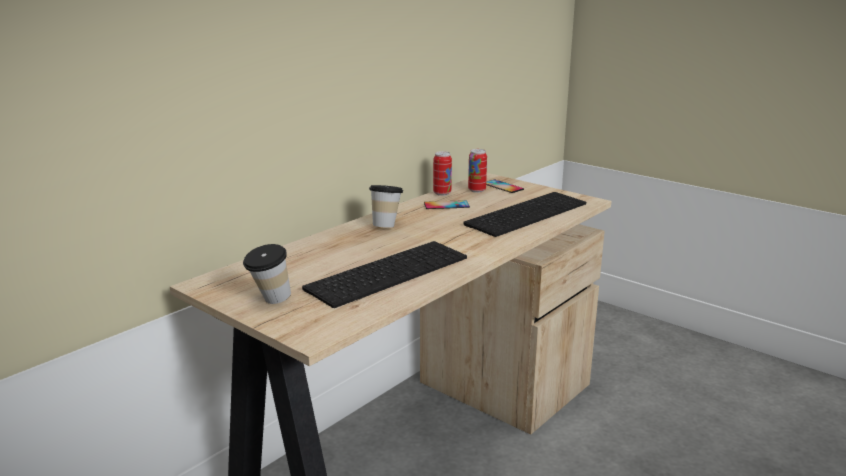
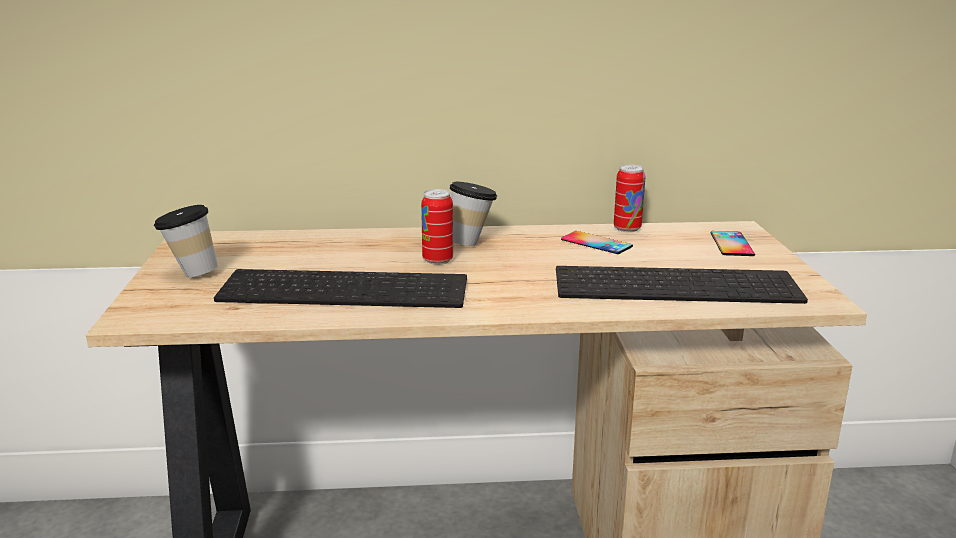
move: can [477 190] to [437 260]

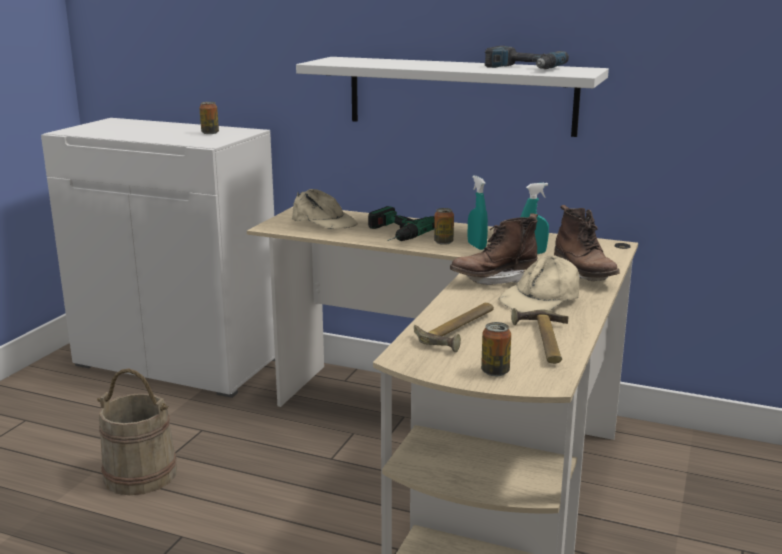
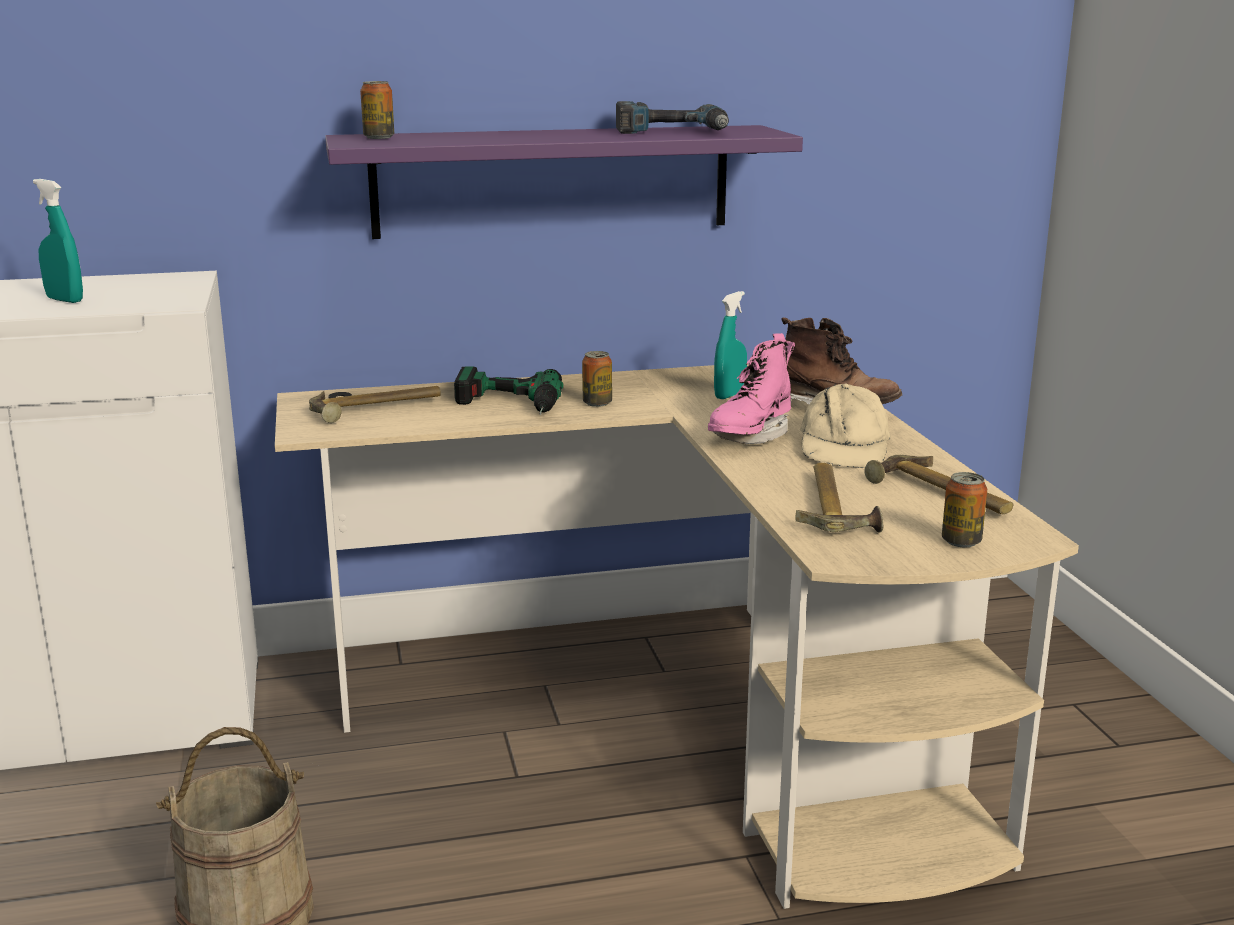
move: can [210 133] to [379 137]; turquoise spray bottle [476 246] to [64 300]
replace: beige cap [323 221] to hammer [377 408]
recolor: white shelf [460 95] to purple shelf [552 181]; brown boot [494 280] to pink boot [750 436]

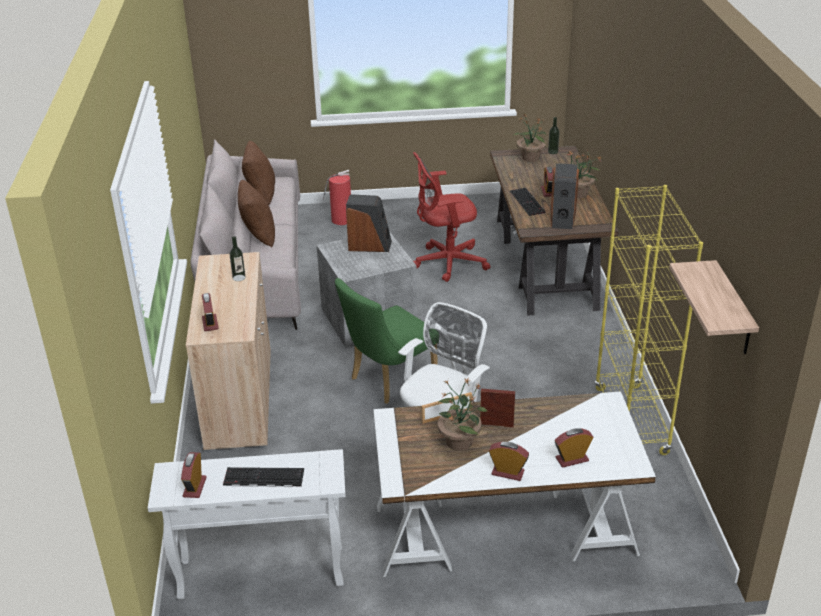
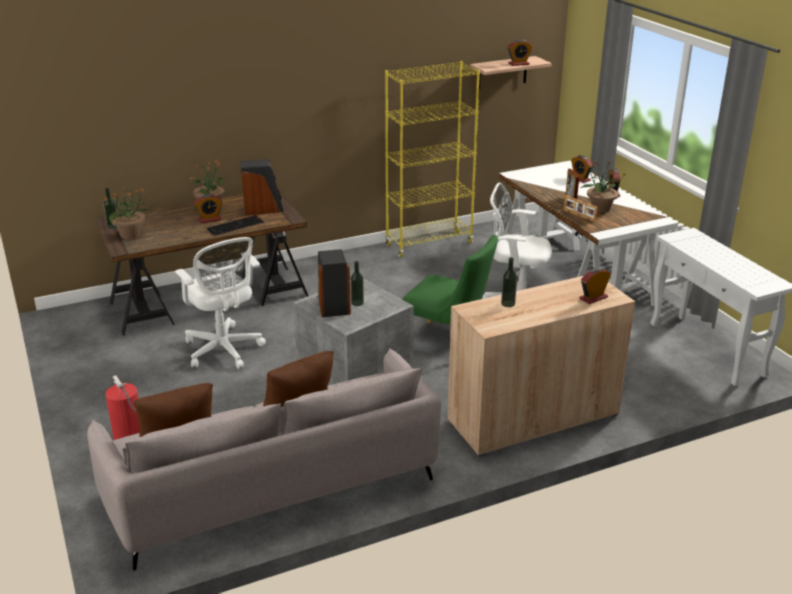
delete: keyboard [263 478]
insert: bottle [357 303]
move: alarm clock [194 487] to [519 64]
recolor: red office chair [446 262] to white office chair [224 351]

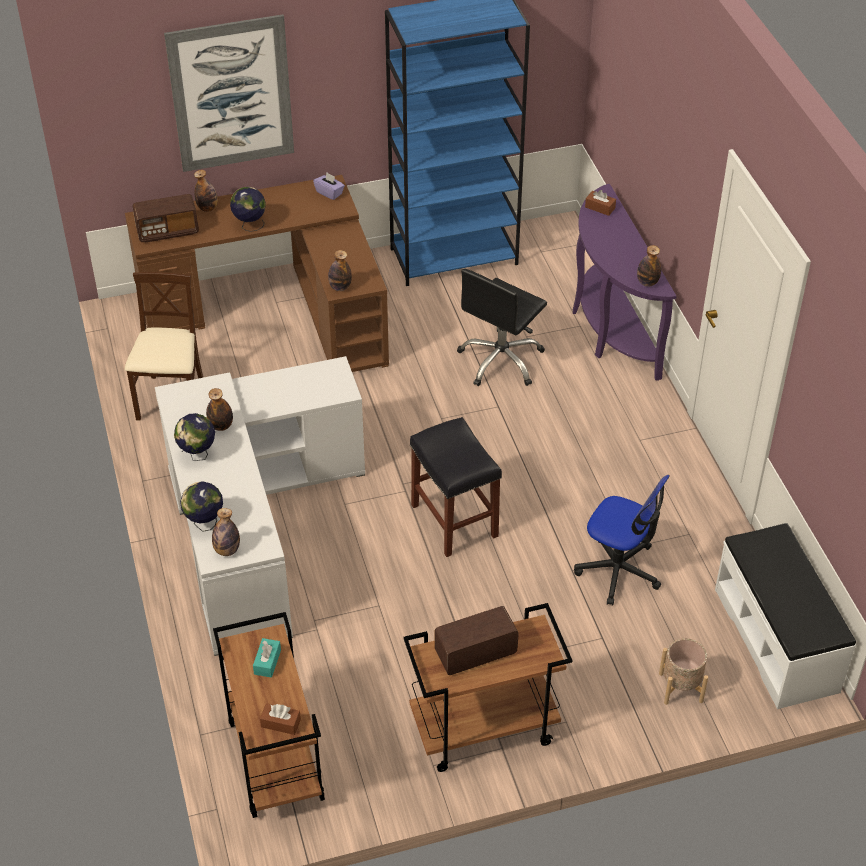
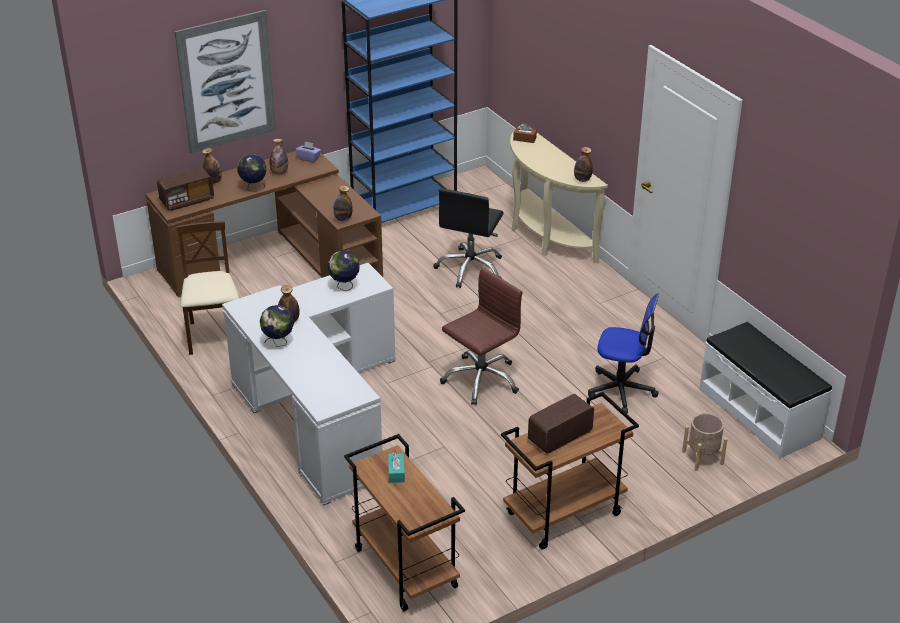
delete: brown tissue box [280 723]
move: globe [205 524] to [344 286]; bottle [227 550] to [279 172]
replace: black stool [455 521] to brown office chair [481 379]
recolor: purple console table [609 328] to beige console table [544 236]

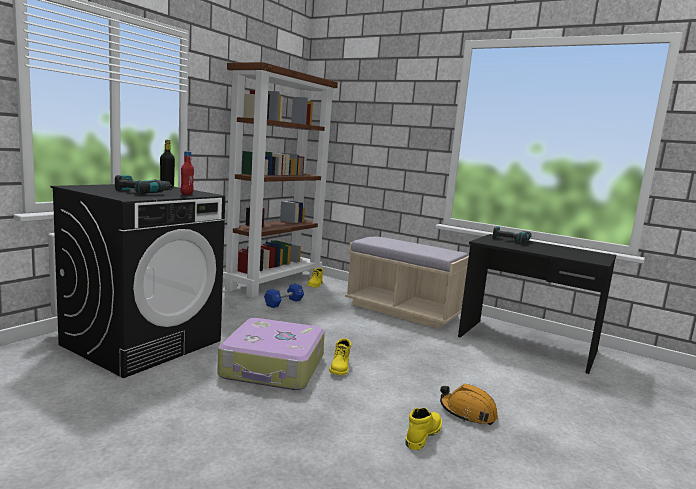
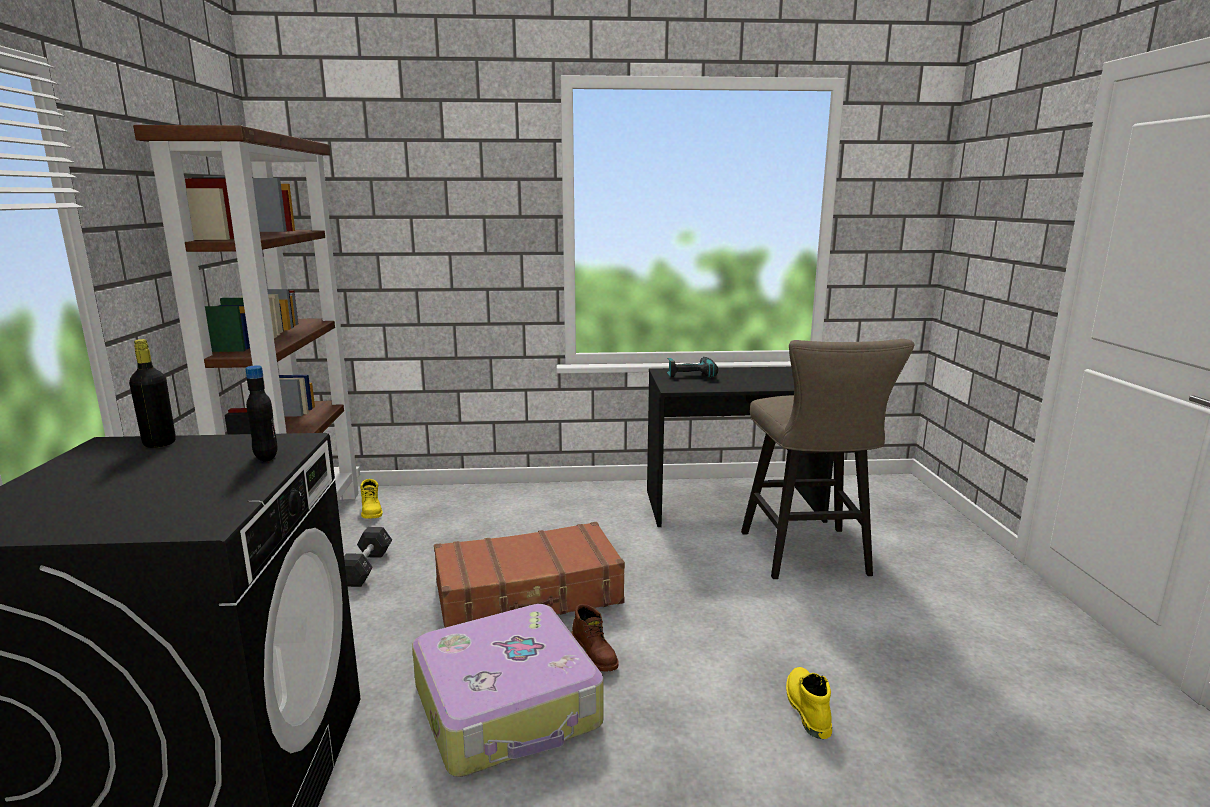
delete: power drill [142 192]; beige bench [403 310]; orange hard hat [467 413]
insert: brown suitcase [529 595]; beige stool [809 557]
recolor: red bottle [187 194] to black bottle [266 457]; blue dumbbell [284 302] to black dumbbell [365 568]; yellow boot [340 368] to brown boot [595 654]

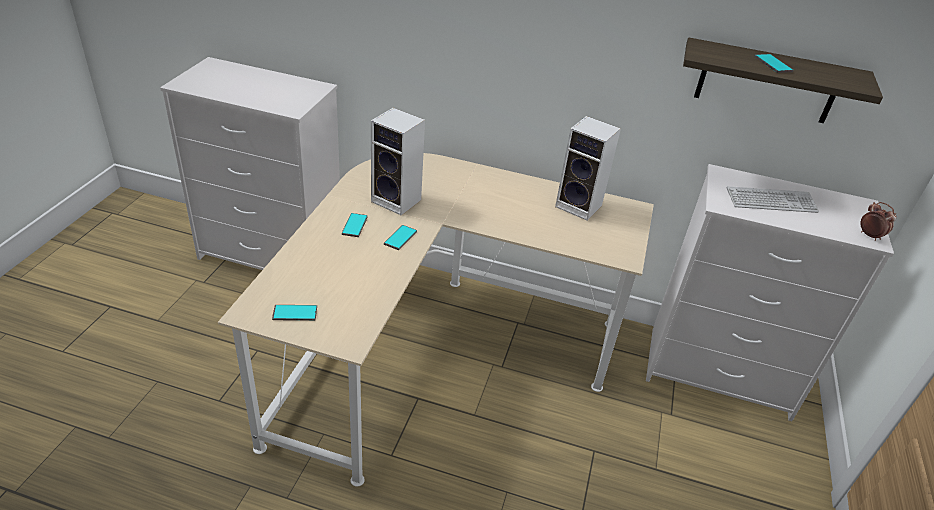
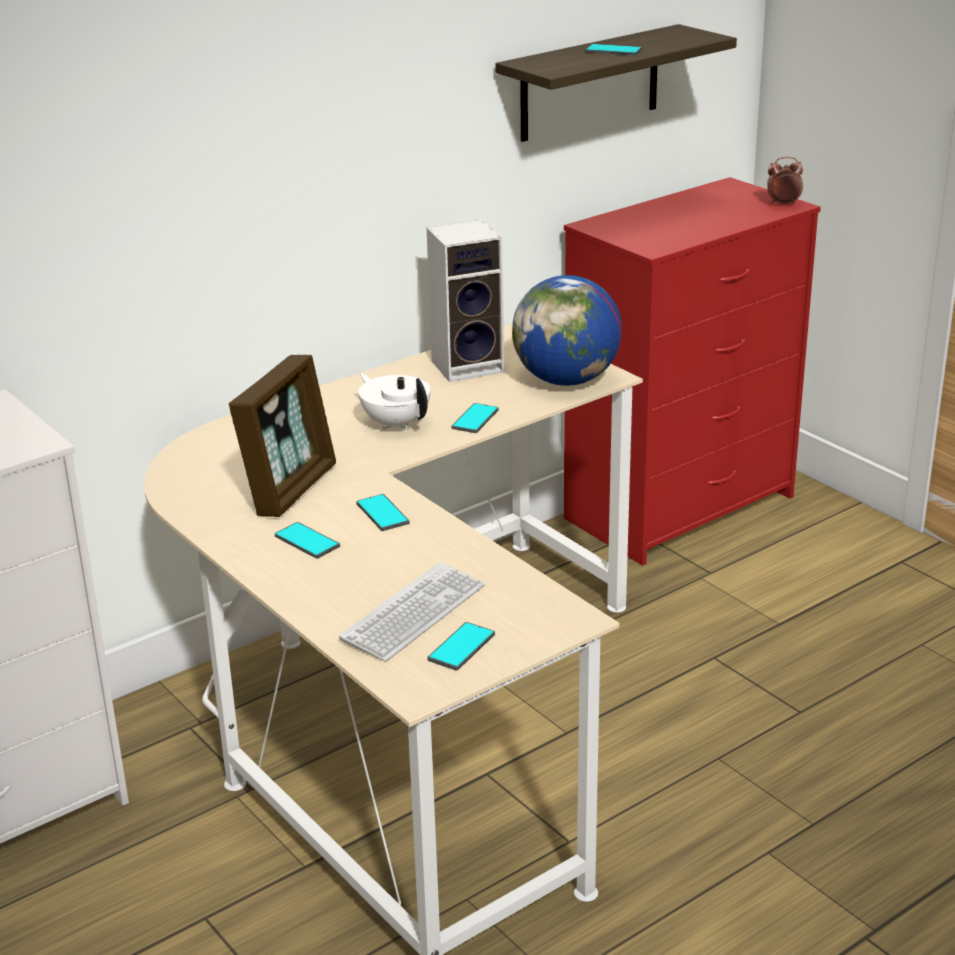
insert: white teapot [396 423]; phone [475 419]; globe [566 380]
move: keyboard [771 201] to [413 614]
replace: speaker [398 201] to picture frame [290 488]
recolor: white dresser [719 372] to red dresser [680 506]

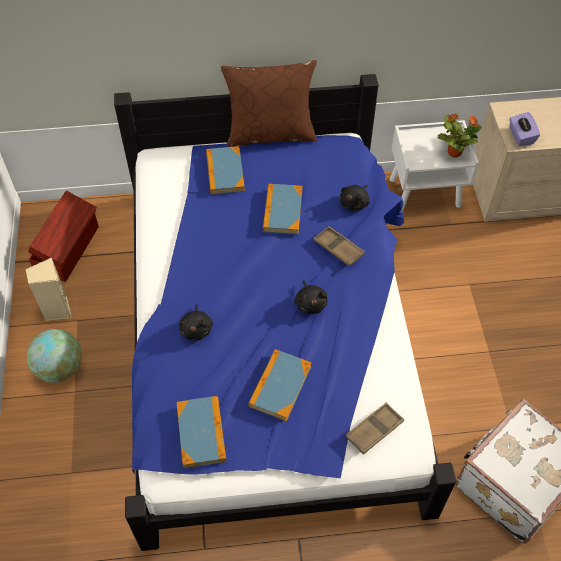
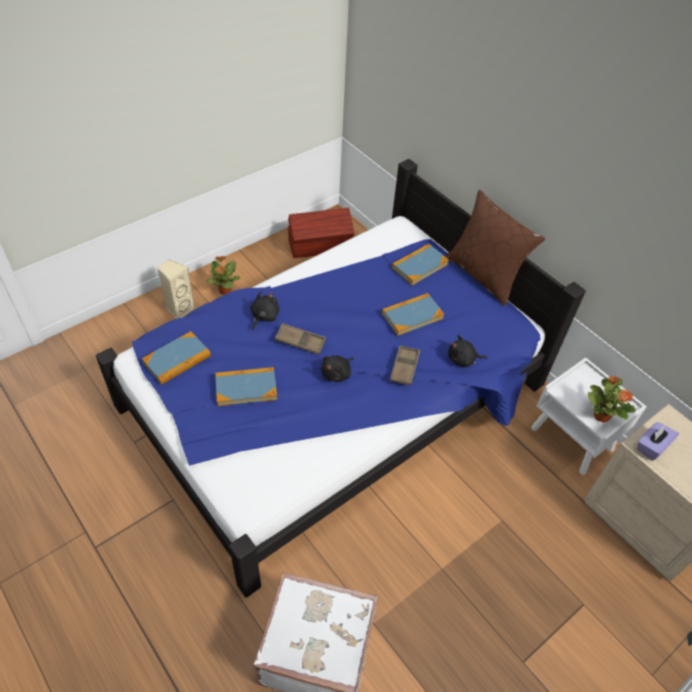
move: beige speaker [57 310] to [179 308]; brown tray [374 430] to [300 341]
replace: globe [60 368] to potted plant [225 291]
rotate: black plush toy [196 329] = [264 316] 150 degrees clockwise

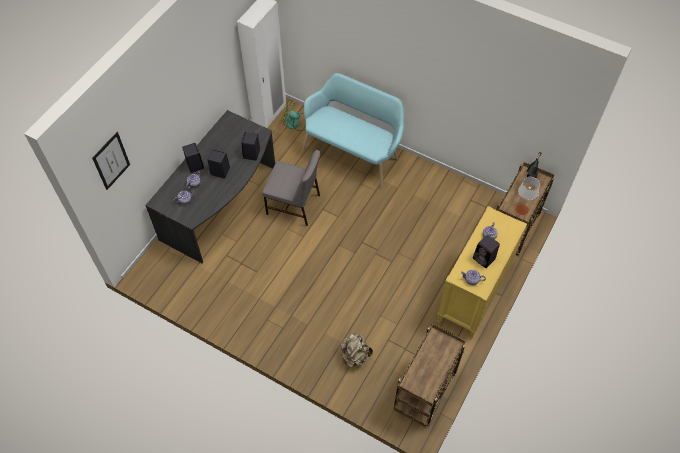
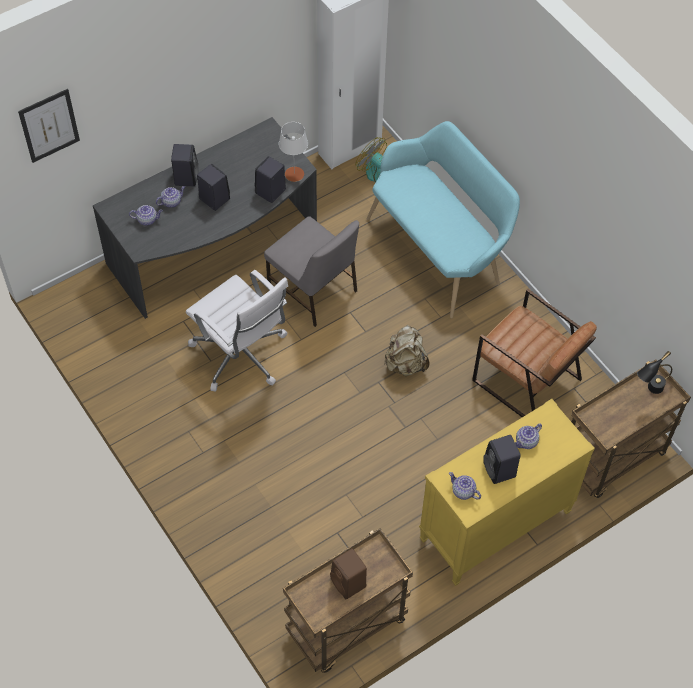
insert: white office chair [241 355]; brown speaker [349 583]; brown armchair [526 380]
move: beige backpack [354 356] to [405 364]; white table lamp [521 209] to [294 174]

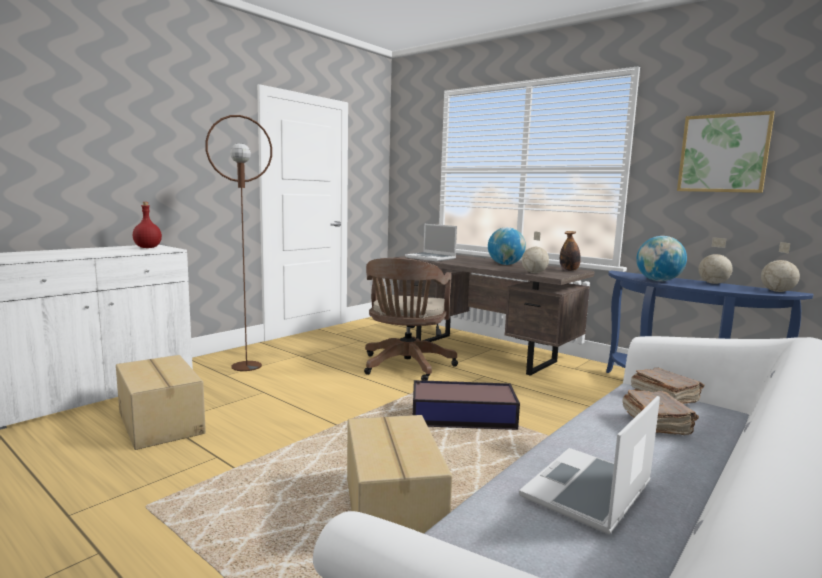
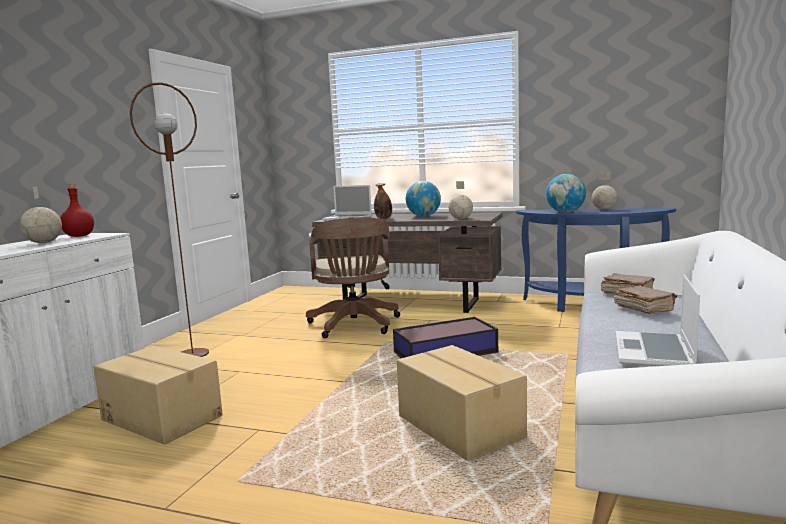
delete: picture [723 153]
move: bottle [569 270] to [383 218]; globe [777 291] to [44 243]

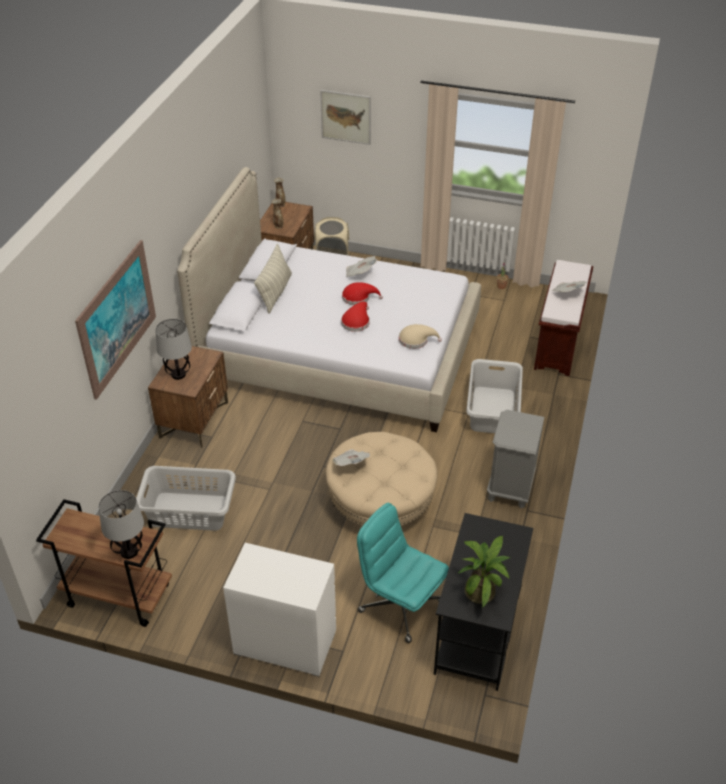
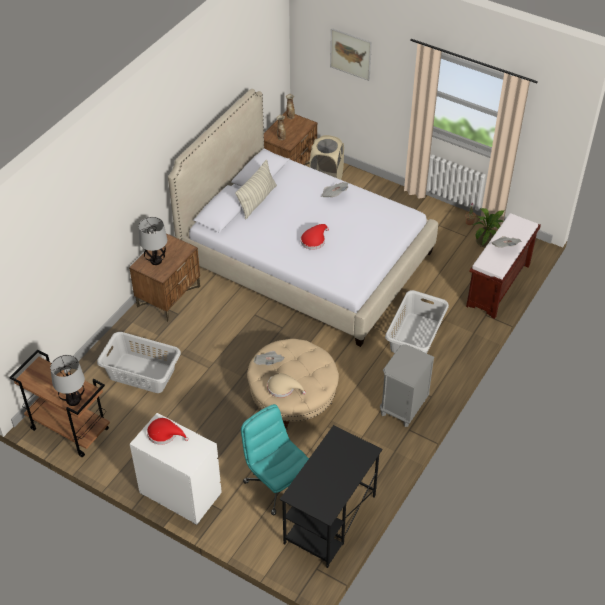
delete: picture [117 318]
move: red hat [358 297] to [164 434]; beige hat [416 340] to [283 388]; potted plant [482 590] to [486 241]

